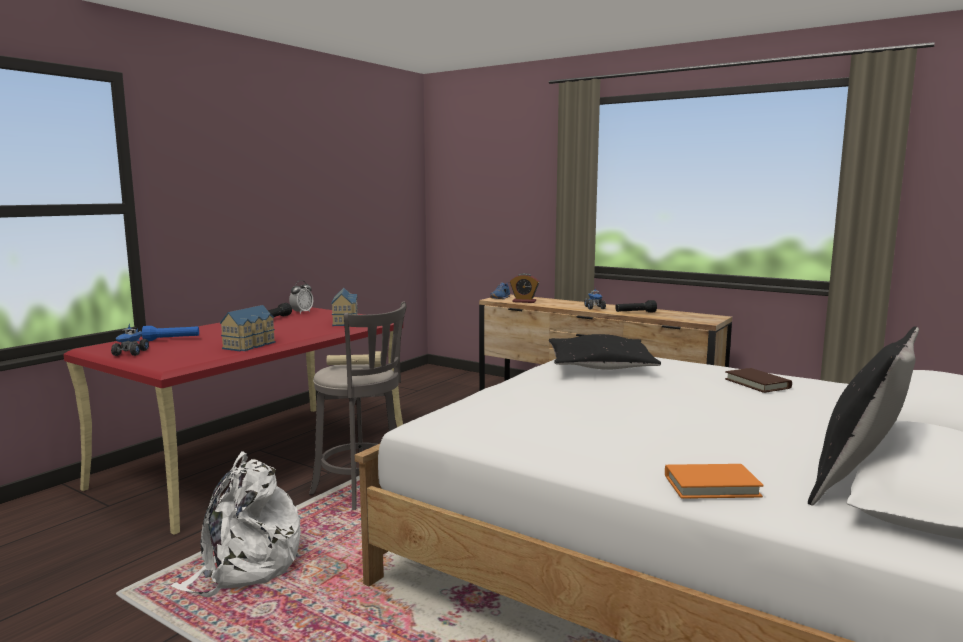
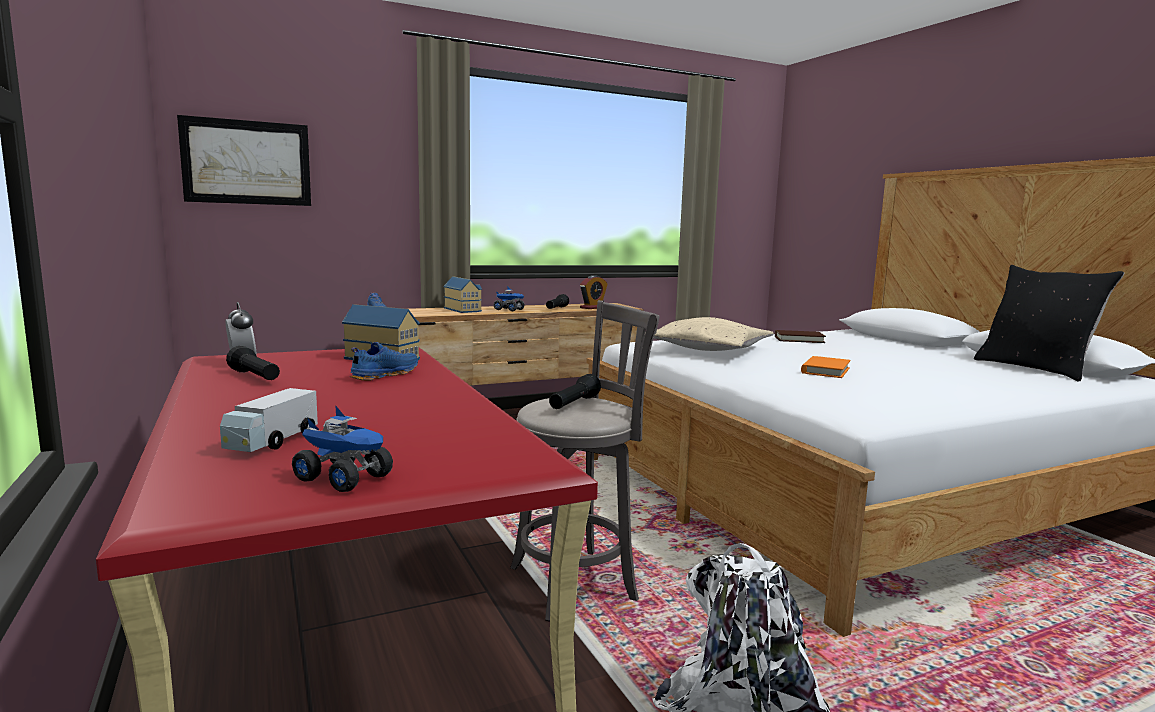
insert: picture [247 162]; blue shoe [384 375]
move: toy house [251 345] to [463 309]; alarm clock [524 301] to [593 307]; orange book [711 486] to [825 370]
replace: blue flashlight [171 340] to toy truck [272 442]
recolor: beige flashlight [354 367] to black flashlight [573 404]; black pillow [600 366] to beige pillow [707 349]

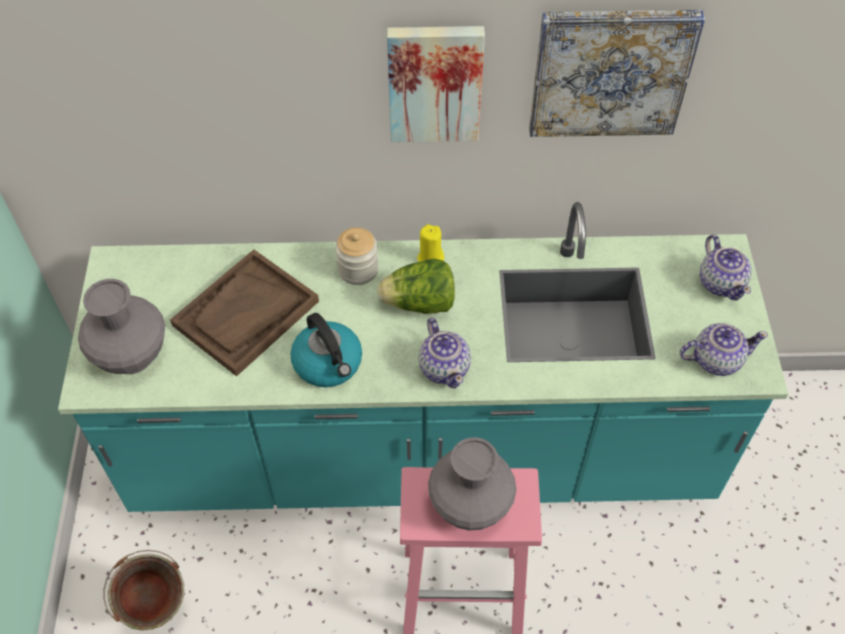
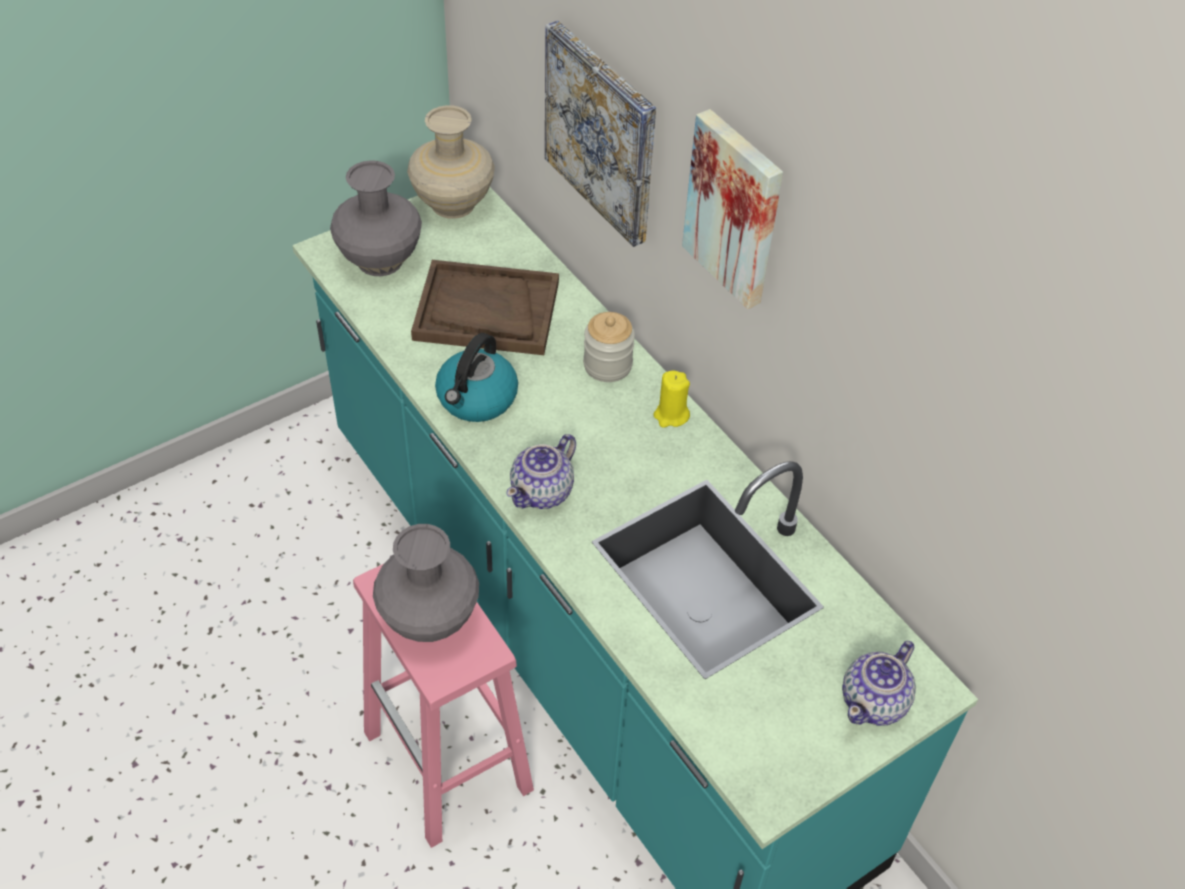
delete: green bucket [157 612]; lettuce [420 303]; teapot [715 359]
insert: beige vase [453 204]
move: picture [610 72] to [602 132]

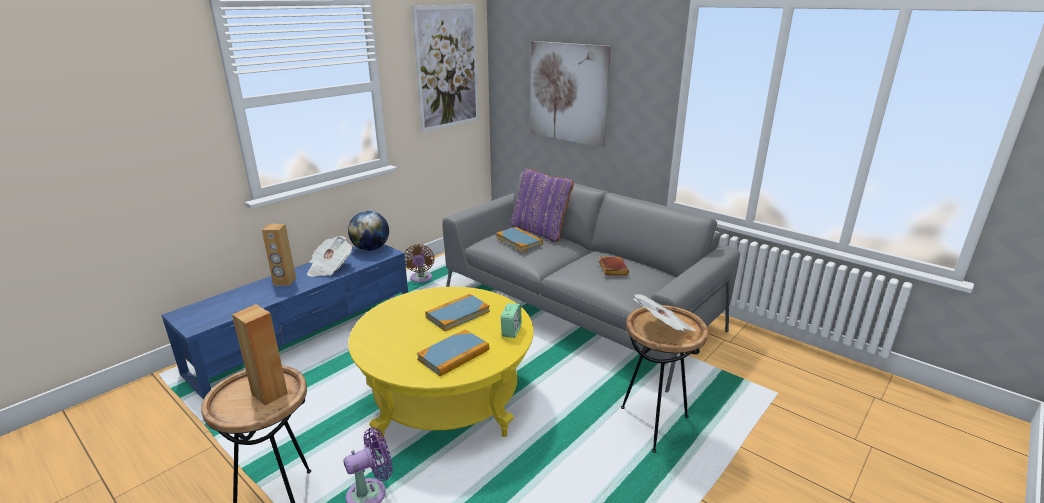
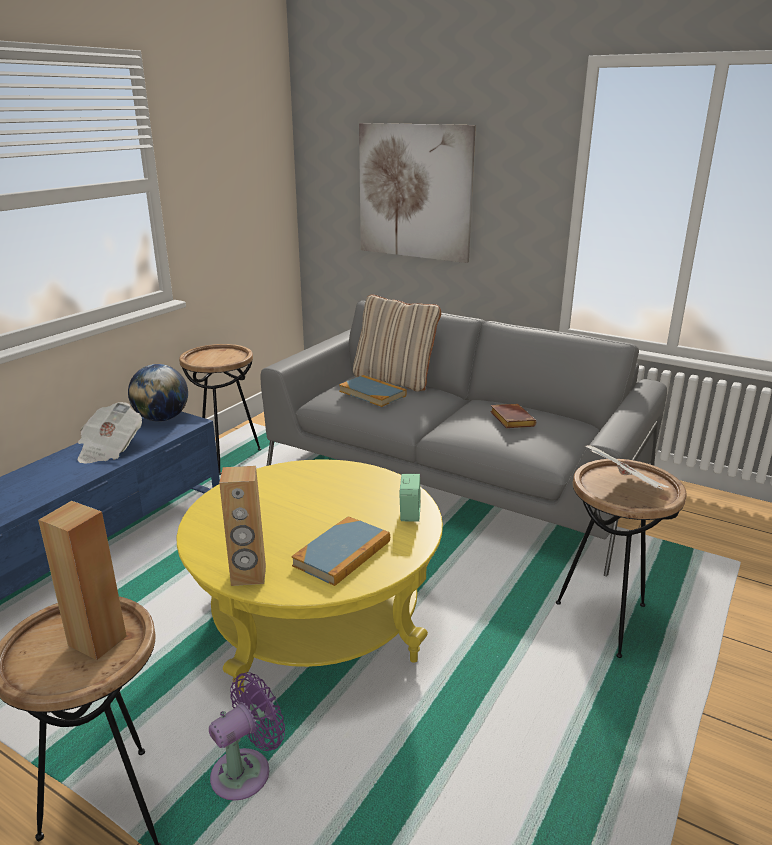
delete: picture [447 67]; book [458 314]
move: brown speaker [284 282] to [248 576]
replace: brown fan [421 279] to brown side table [227 458]
recolor: purple pillow [540 232] to beige pillow [395 380]

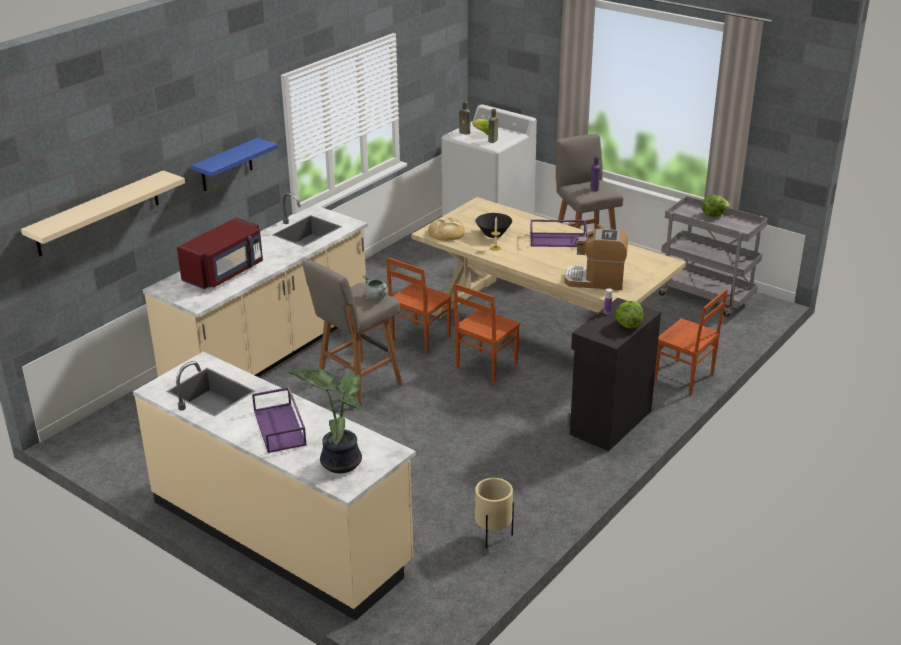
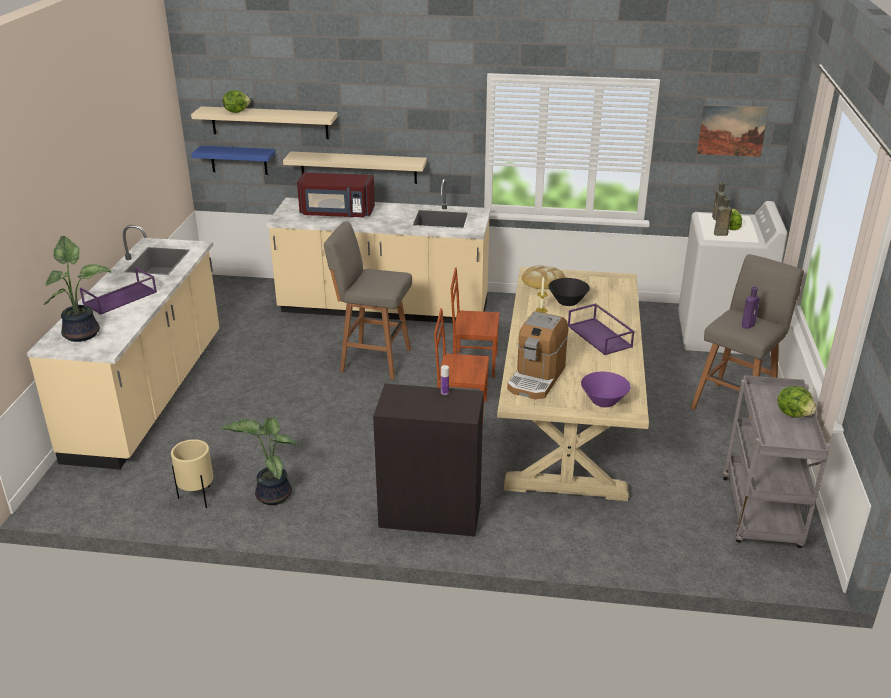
delete: grey cooking pot [376 297]; brown chair [684 378]
insert: potted plant [272 494]; beige shelf [358 167]; purple bowl [603 401]; picture [732 130]
move: blue shelf [226 165] to [239 160]; lettuce [628 325] to [236 111]
rotate: coffee machine [595 280] = [536 378] 135 degrees counterclockwise

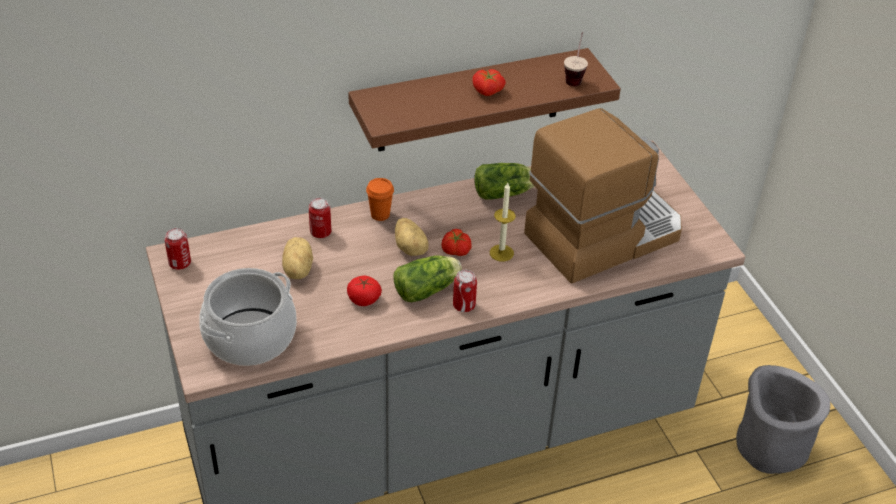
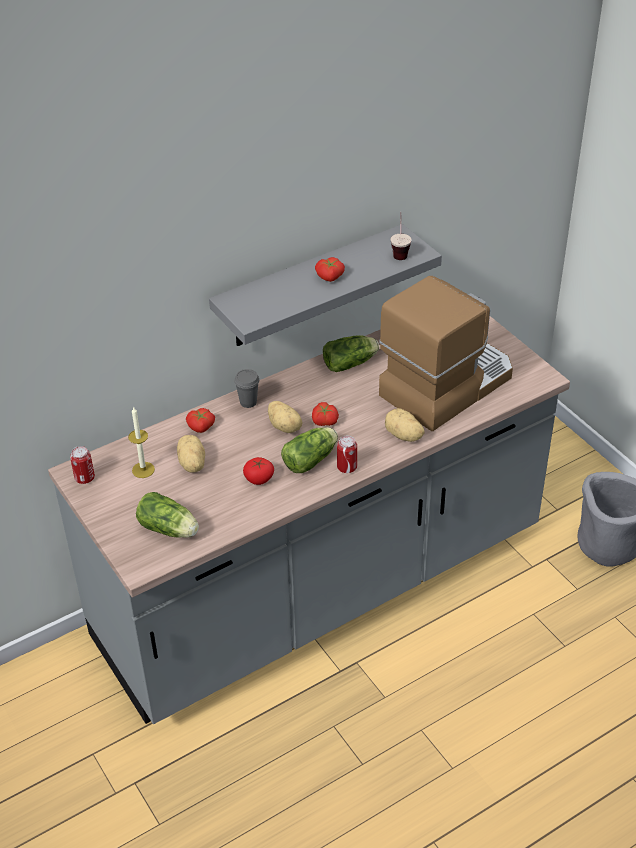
insert: potato [403 436]
move: candle [501 253] to [143 470]
replace: cooking pot [250 337] to lettuce [170 529]; can [320 232] to tomato [201 427]
recolor: brown shelf [469 101] to grey shelf [309 287]; orange cup [380 215] to grey cup [248 402]

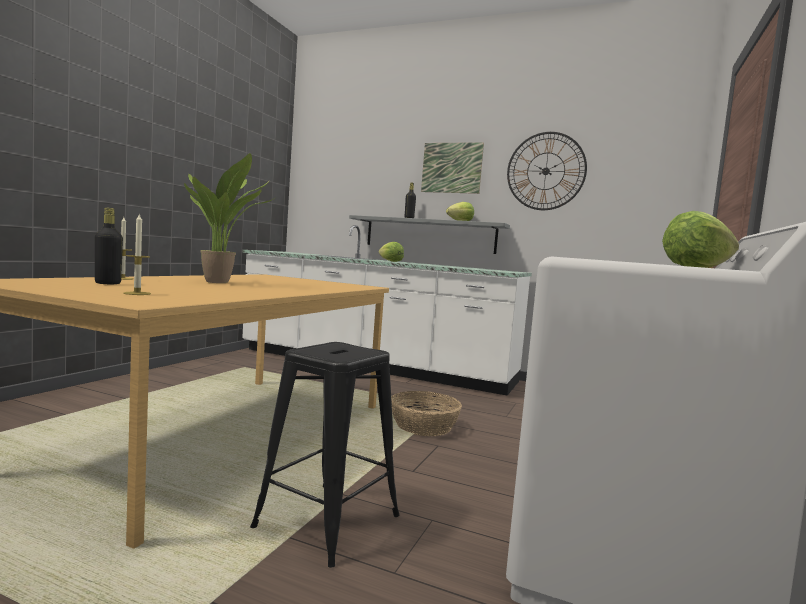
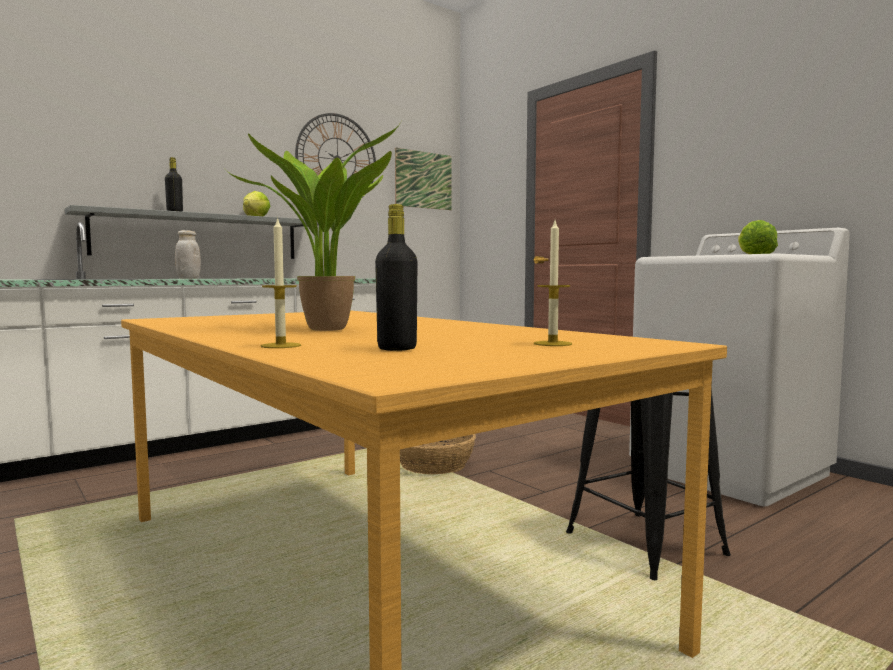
move: picture [451 168] to [423 180]
replace: lettuce [390 261] to white jar [188 278]

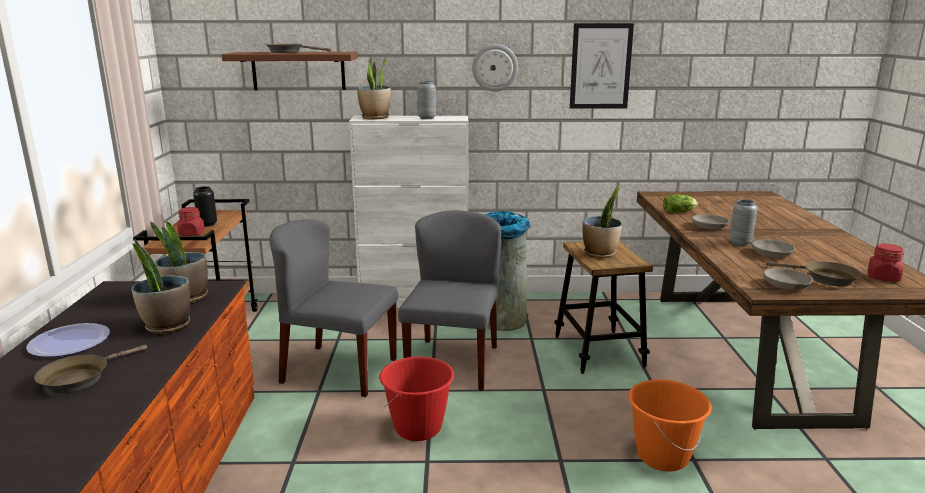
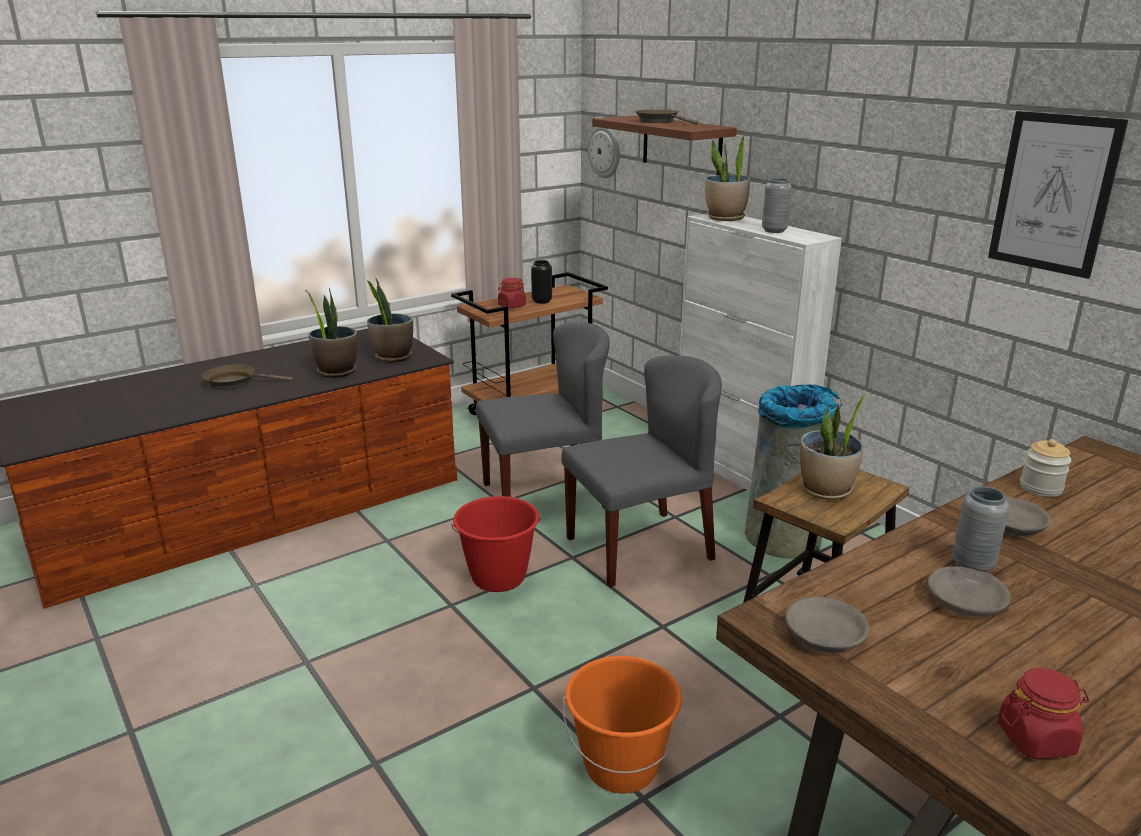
delete: plate [69 342]; brown frying pan [825 278]
move: wall clock [494 67] to [604 151]
replace: lettuce [679 212] to jar [1040 488]
rotate: grey chair [338 370] = [545 495] 90 degrees clockwise

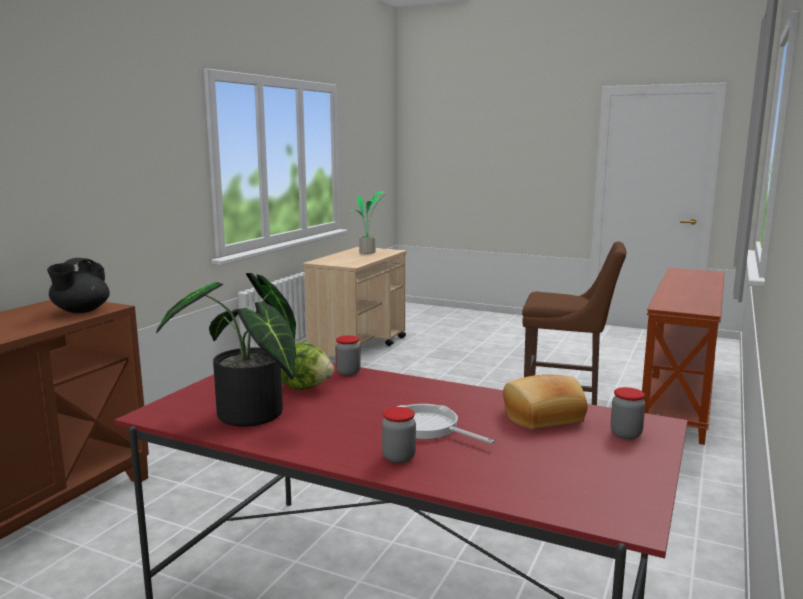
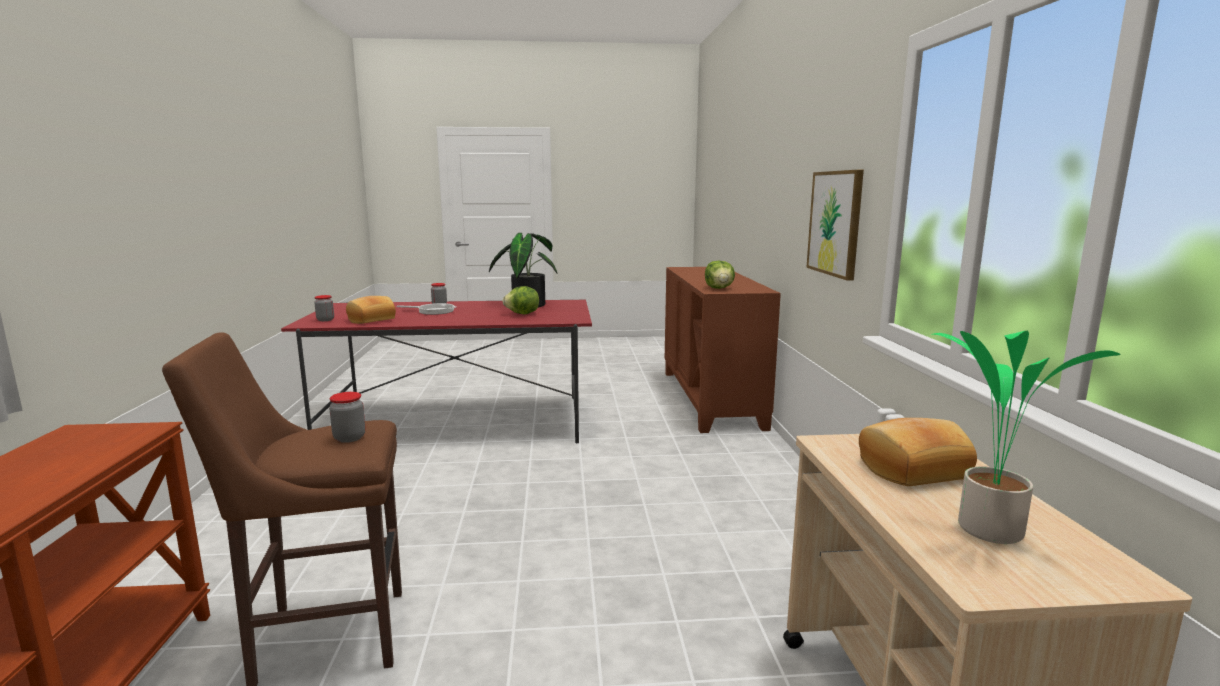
insert: picture [835 223]; bread [911 469]
move: jar [348 372] to [349 438]
replace: black teapot [80 311] to lettuce [719 288]

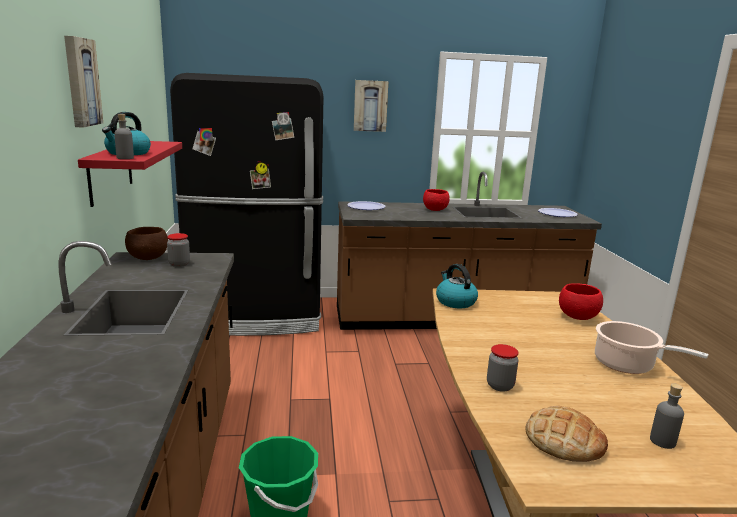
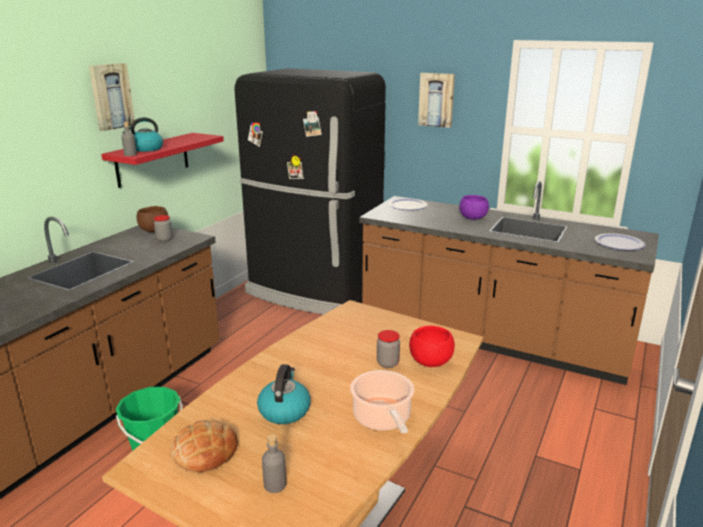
move: kettle [455 301] to [284 410]; jar [500 386] to [387 363]
recolor: red bowl [435 210] to purple bowl [472 218]

